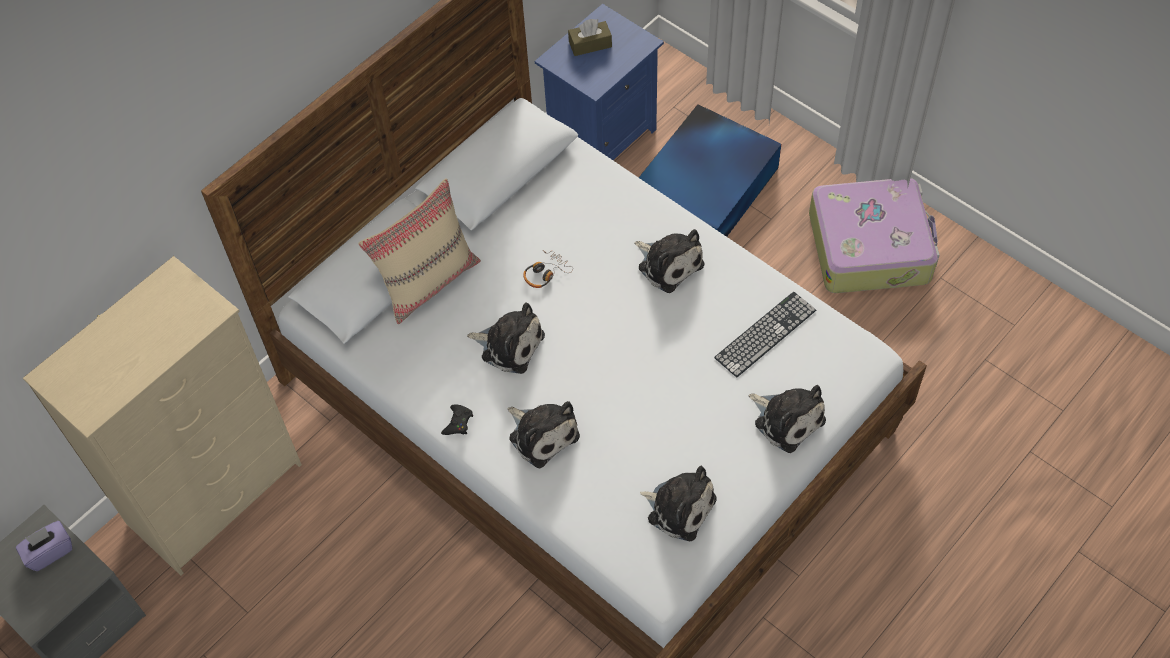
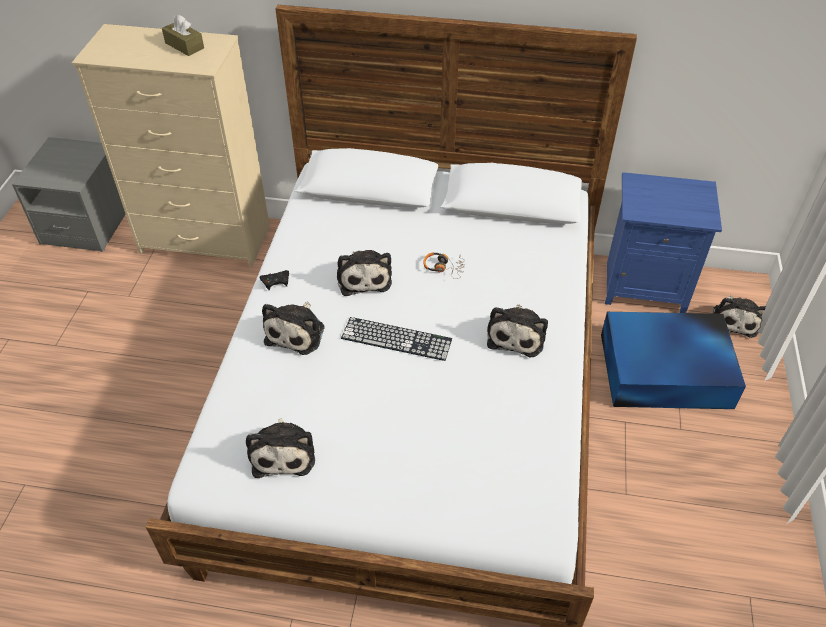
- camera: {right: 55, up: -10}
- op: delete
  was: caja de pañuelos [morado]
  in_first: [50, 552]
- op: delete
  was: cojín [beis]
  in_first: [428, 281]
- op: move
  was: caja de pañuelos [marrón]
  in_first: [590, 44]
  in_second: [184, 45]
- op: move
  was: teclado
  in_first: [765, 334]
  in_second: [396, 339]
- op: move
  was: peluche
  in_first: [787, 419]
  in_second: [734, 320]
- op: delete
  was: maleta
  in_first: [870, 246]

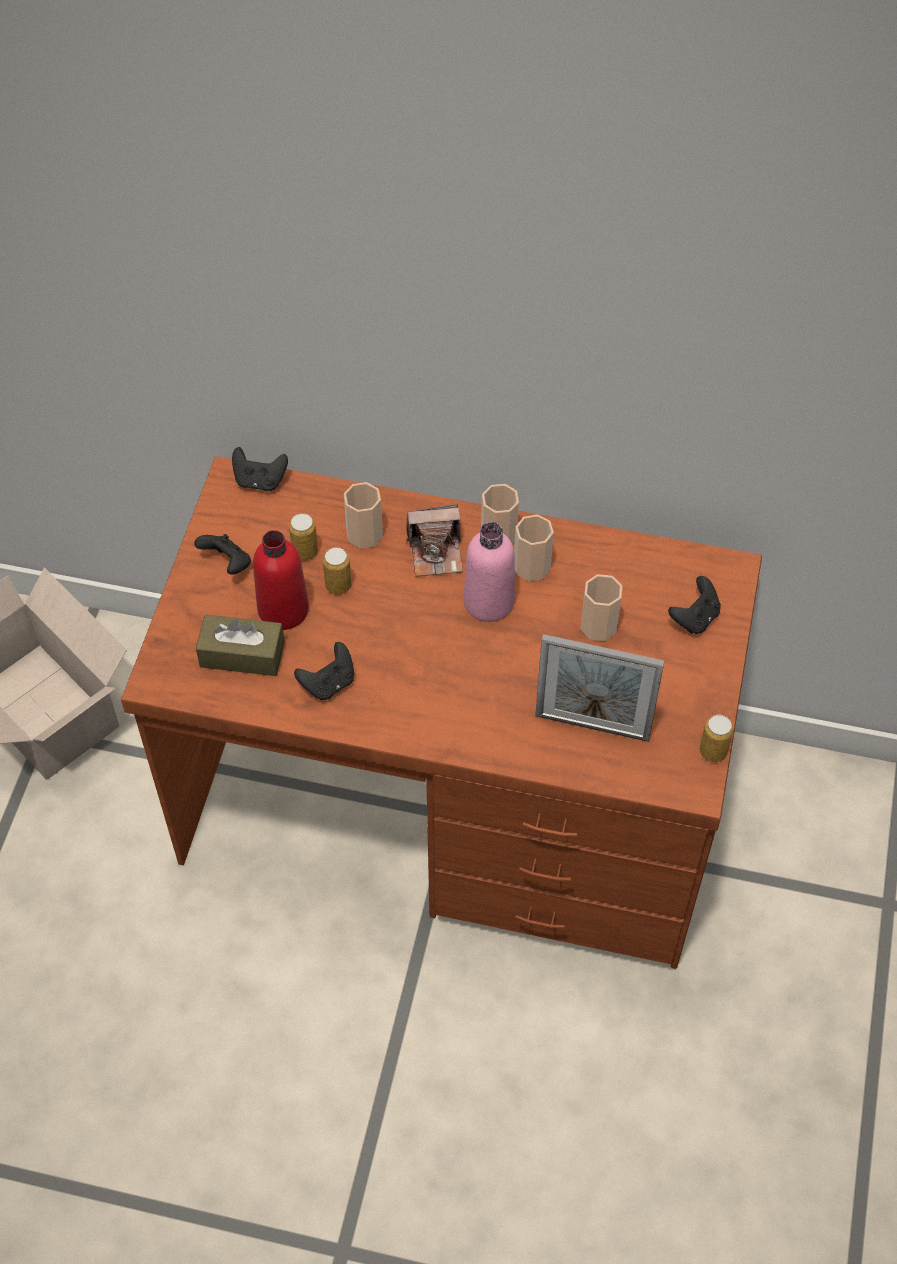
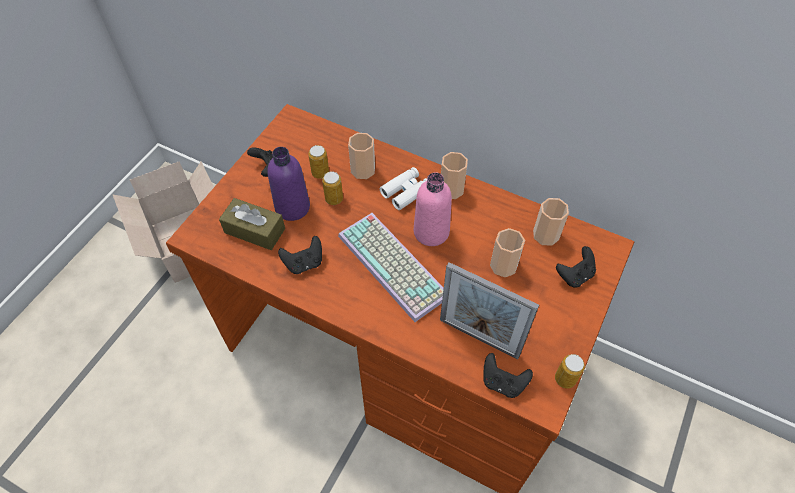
- camera: {right: 15, up: 0}
- op: move
  was: mando de consola [negro]
  in_first: [260, 481]
  in_second: [503, 382]
- op: recolor
  was: botella [rojo]
  now: botella [morado]
  in_first: [283, 610]
  in_second: [292, 207]
- op: replace
  was: cámara
  now: prismáticos [blanco]
  in_first: [436, 553]
  in_second: [406, 192]
- op: move
  was: taza
  in_first: [532, 566]
  in_second: [546, 235]
- op: insert
  now: teclado
  in_second: [395, 265]

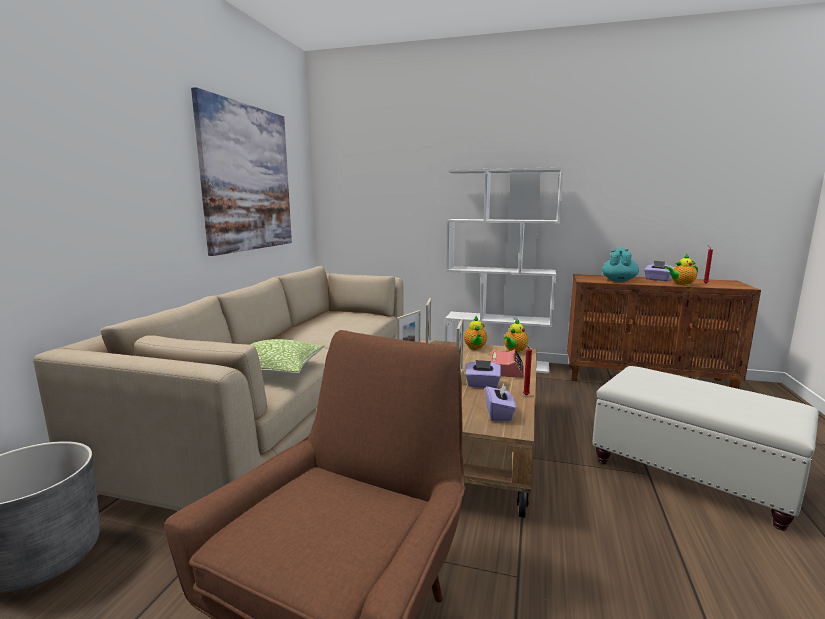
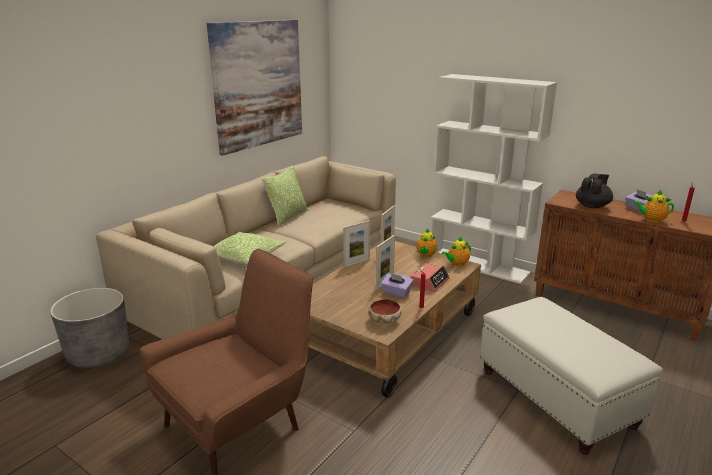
- camera: {right: 20, up: 10}
- op: replace
  was: caja de pañuelos [morado]
  now: cuenco
  in_first: [499, 414]
  in_second: [384, 320]
- op: recolor
  was: tetera [turquesa]
  now: tetera [negro]
  in_first: [618, 280]
  in_second: [592, 206]
- op: insert
  now: cojín
  in_second: [287, 217]

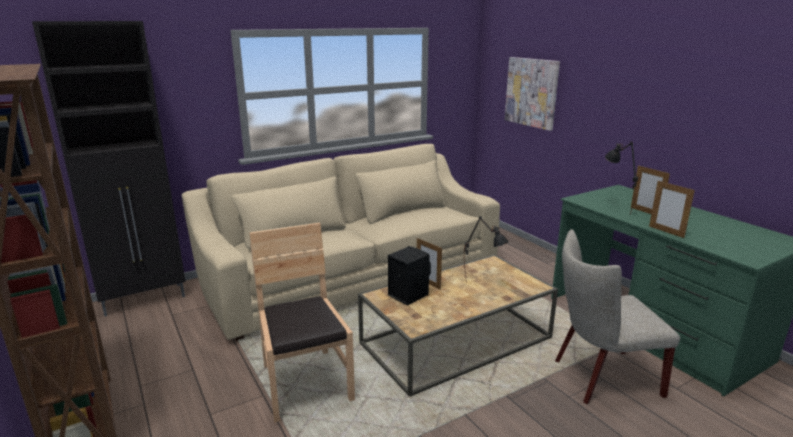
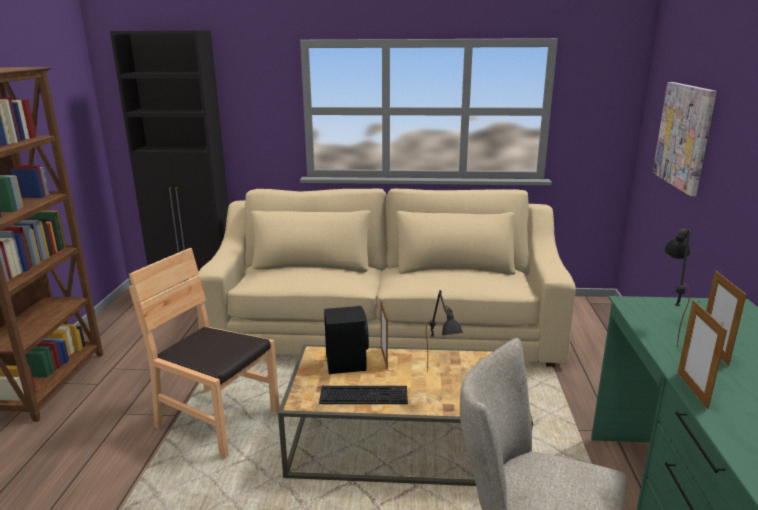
- camera: {right: 35, up: 0}
- op: rotate
  was: silla [marrón]
  in_first: [305, 383]
  in_second: [217, 420]
  clockwise: -75
- op: insert
  now: teclado
  in_second: [364, 395]

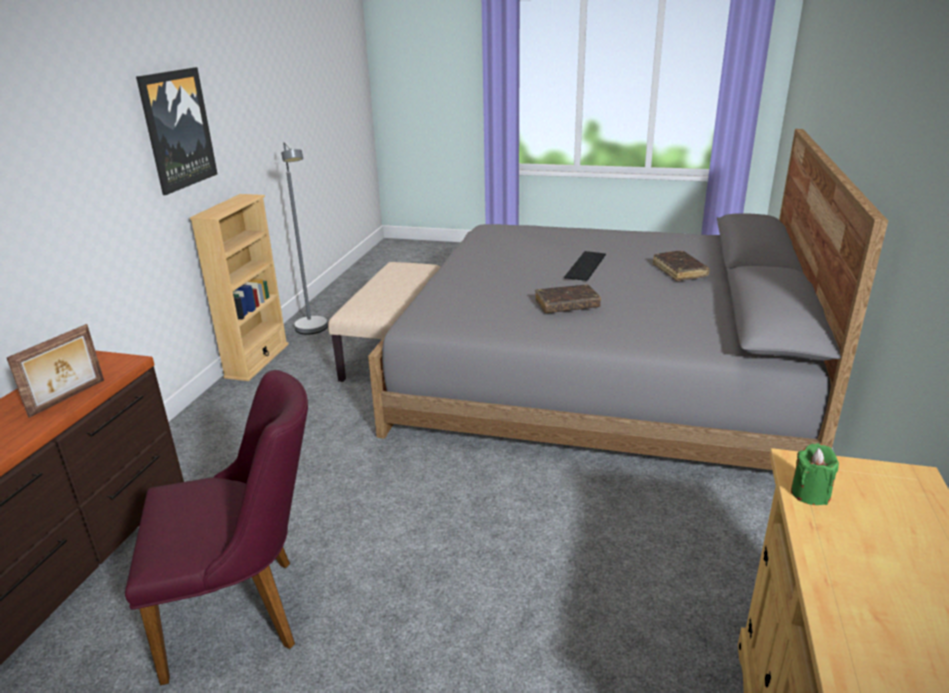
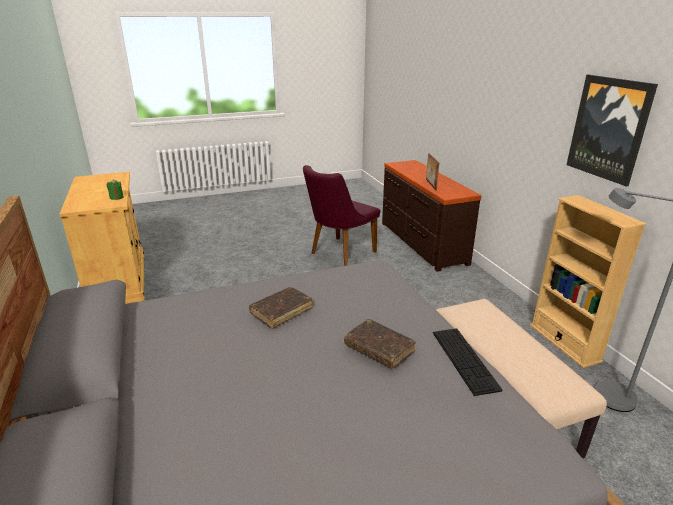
- camera: {right: 145, up: 0}
- op: move
  was: teclado
  in_first: [585, 266]
  in_second: [464, 359]
- op: move
  was: libro [marrón]
  in_first: [679, 271]
  in_second: [379, 349]

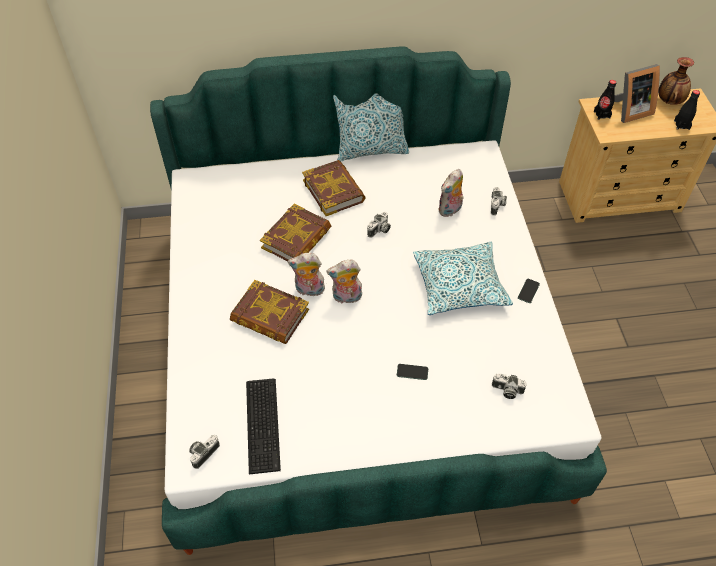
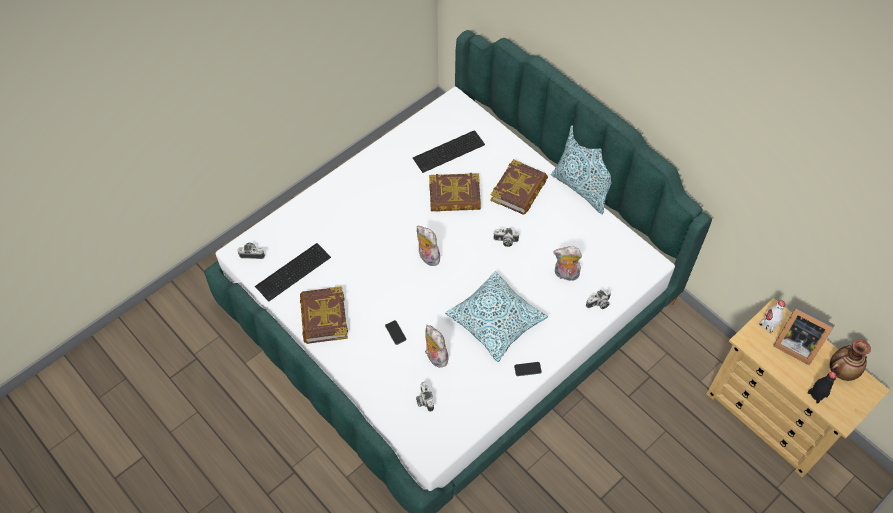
- camera: {right: 55, up: 5}
- op: move
  was: libro
  in_first: [270, 316]
  in_second: [323, 317]
- op: move
  was: peluche
  in_first: [309, 290]
  in_second: [435, 357]
- op: recolor
  was: botella [negro]
  now: botella [blanco]
  in_first: [602, 114]
  in_second: [769, 324]
- op: insert
  now: teclado
  in_second: [450, 152]

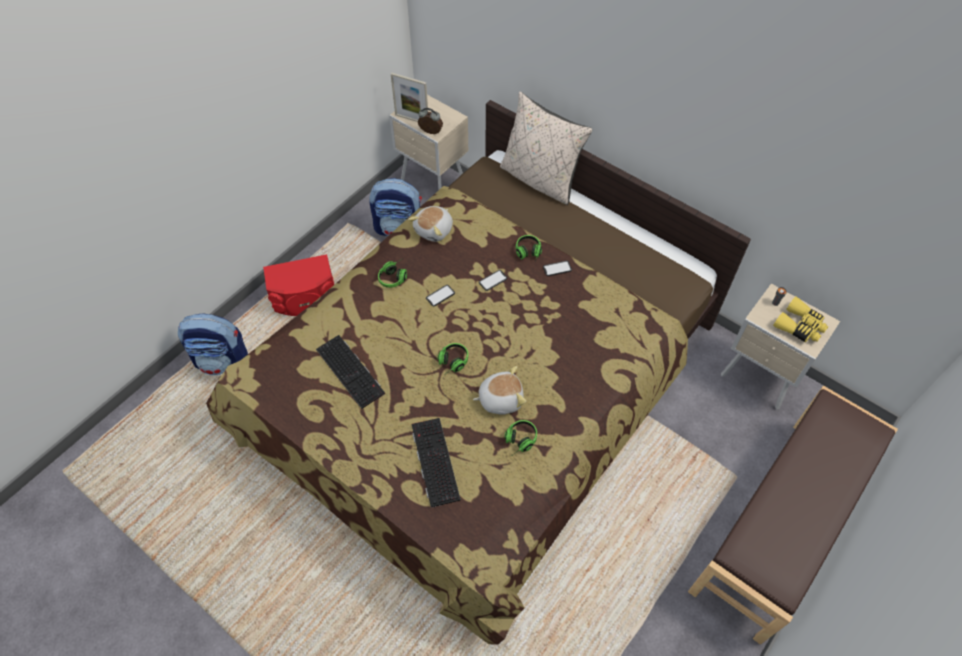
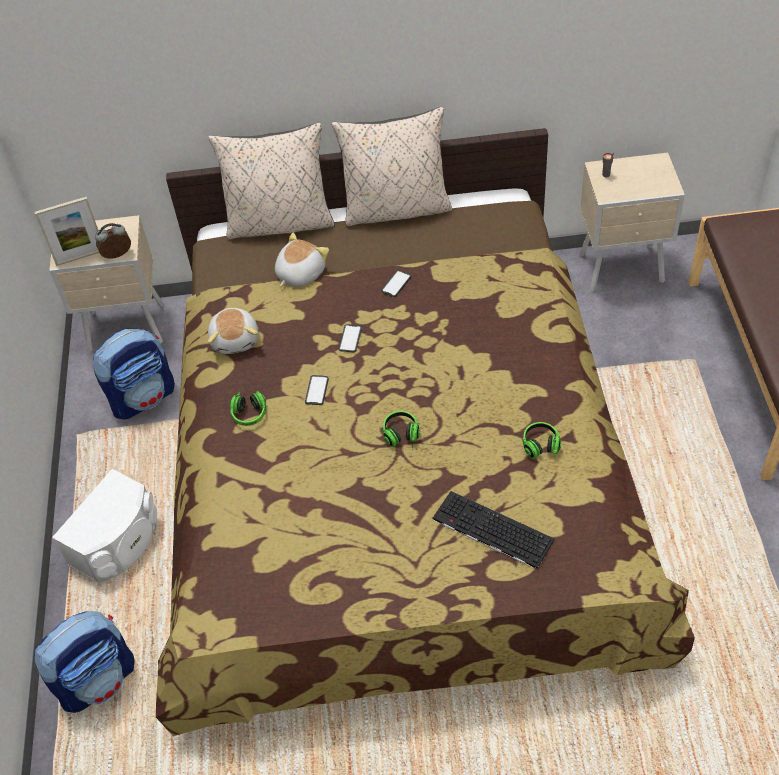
- camera: {right: -40, up: -5}
- op: recolor
  was: altavoz [rojo]
  now: altavoz [blanco]
  in_first: [305, 299]
  in_second: [119, 543]
- op: delete
  was: teclado
  in_first: [351, 371]
- op: move
  was: peluche
  in_first: [500, 398]
  in_second: [299, 273]
- op: delete
  was: auriculares
  in_first: [528, 254]
- op: delete
  was: prismáticos [amarillo]
  in_first: [799, 326]
- op: insert
  now: cojín [beis]
  in_second: [397, 209]

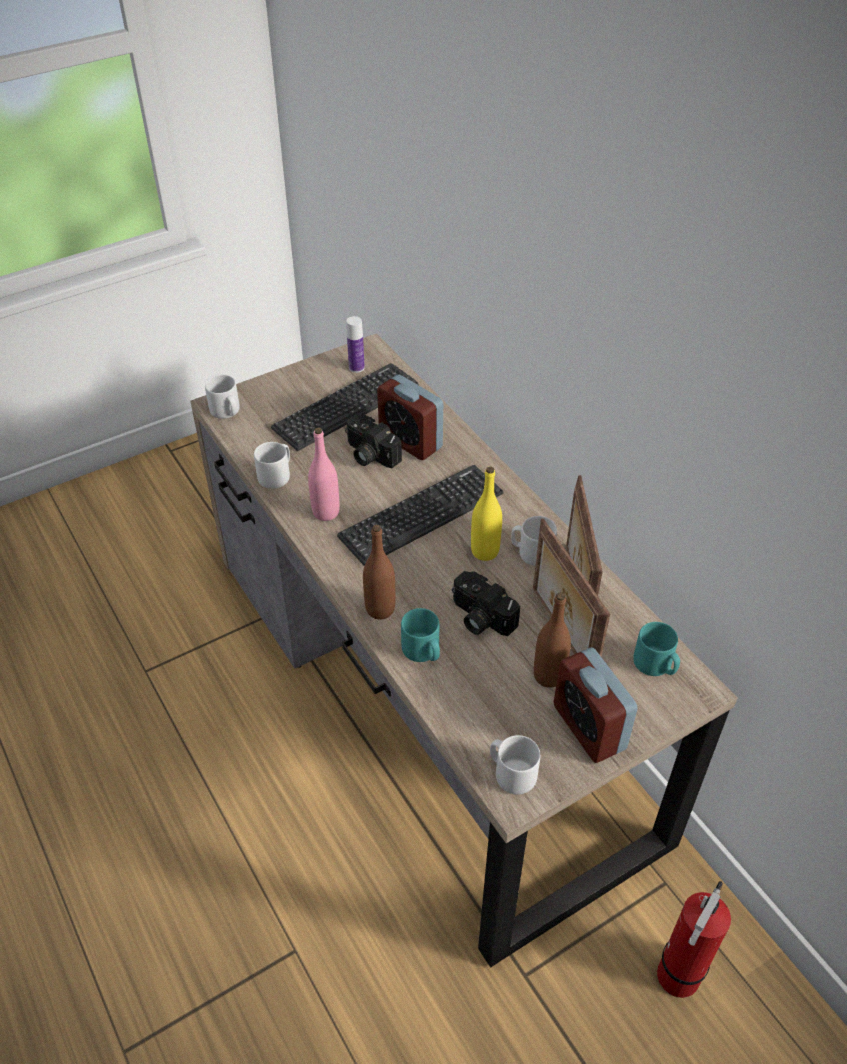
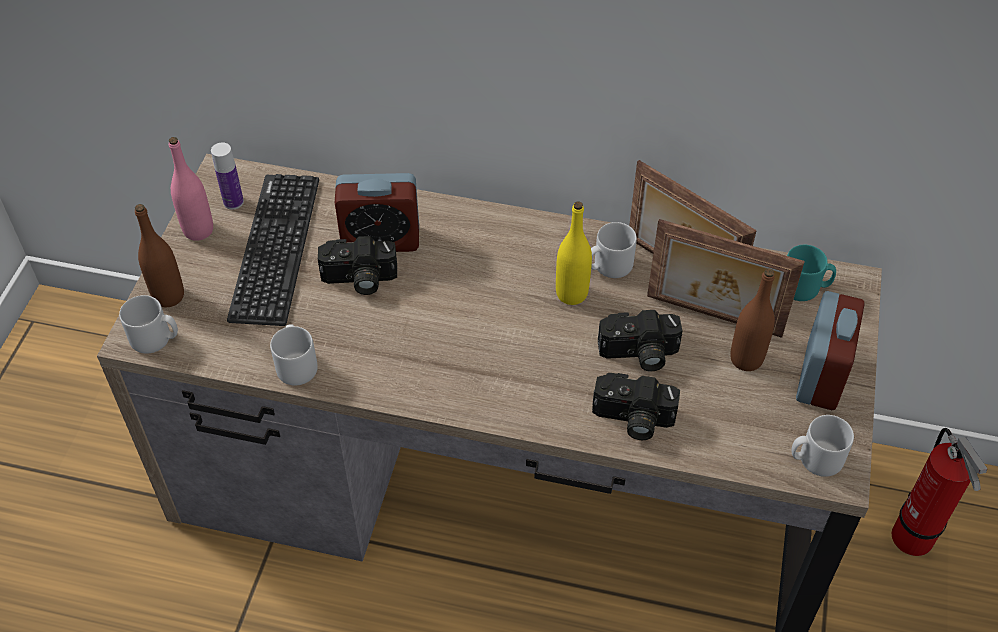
- camera: {right: -45, up: 5}
- op: move
  was: botella [rosa]
  in_first: [326, 512]
  in_second: [198, 230]
- op: delete
  was: teclado
  in_first: [421, 515]
- op: move
  was: botella [marrón]
  in_first: [380, 609]
  in_second: [168, 296]
- op: replace
  was: taza grande [turquesa]
  now: cámara
  in_first: [423, 651]
  in_second: [632, 419]
- op: rotate
  was: despertador
  in_first: [589, 727]
  in_second: [821, 376]
  clockwise: -90

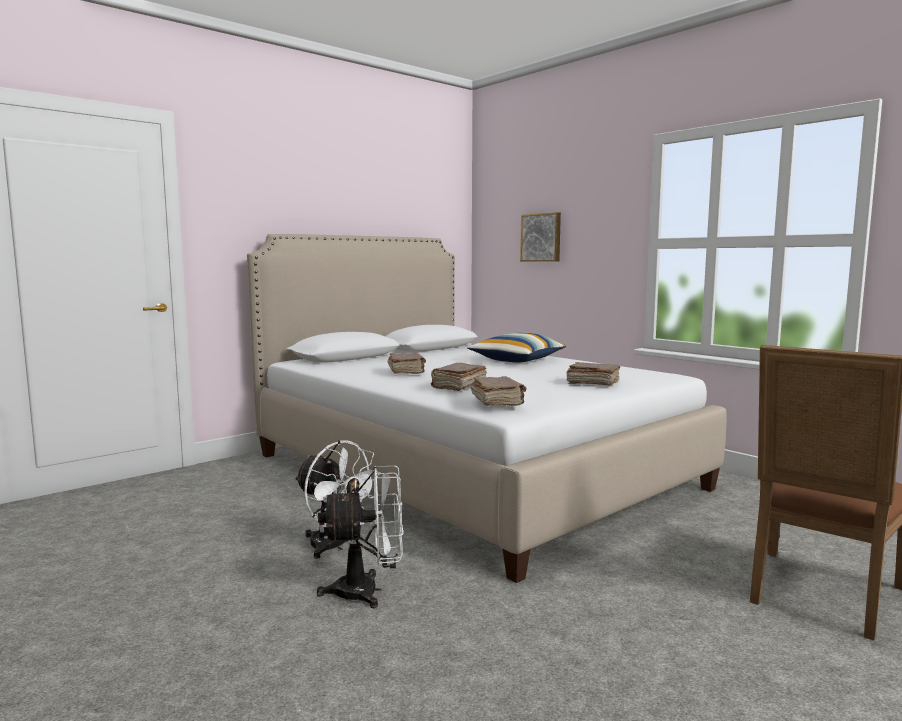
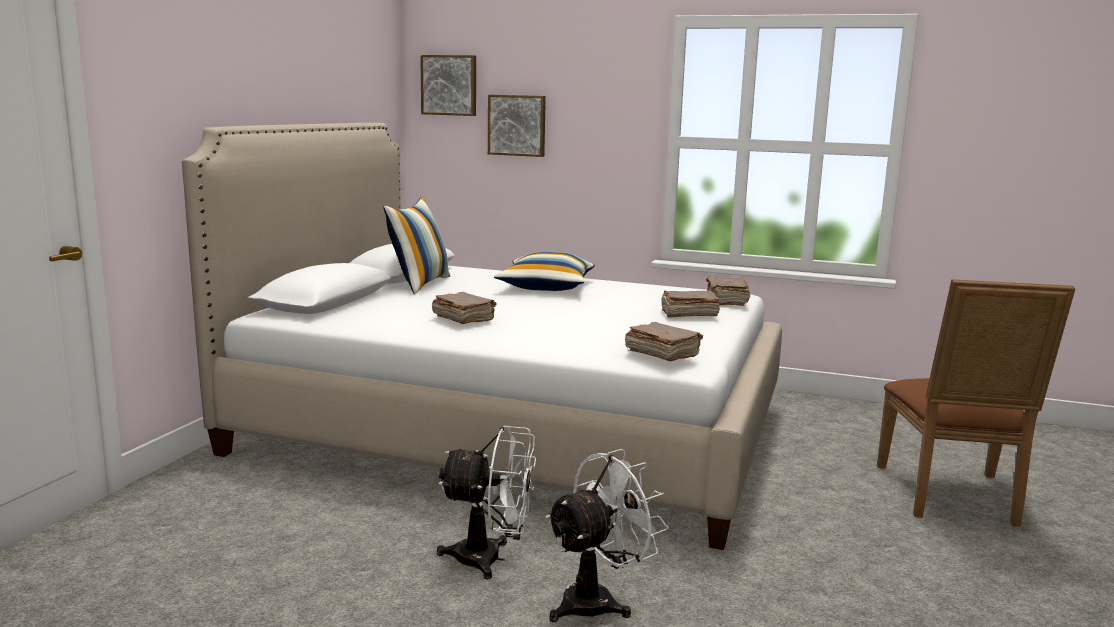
- camera: {right: -30, up: 5}
- op: move
  was: libro [marrón]
  in_first: [458, 386]
  in_second: [726, 300]
- op: insert
  now: cojín
  in_second: [419, 284]
- op: insert
  now: cuadro
  in_second: [449, 85]

